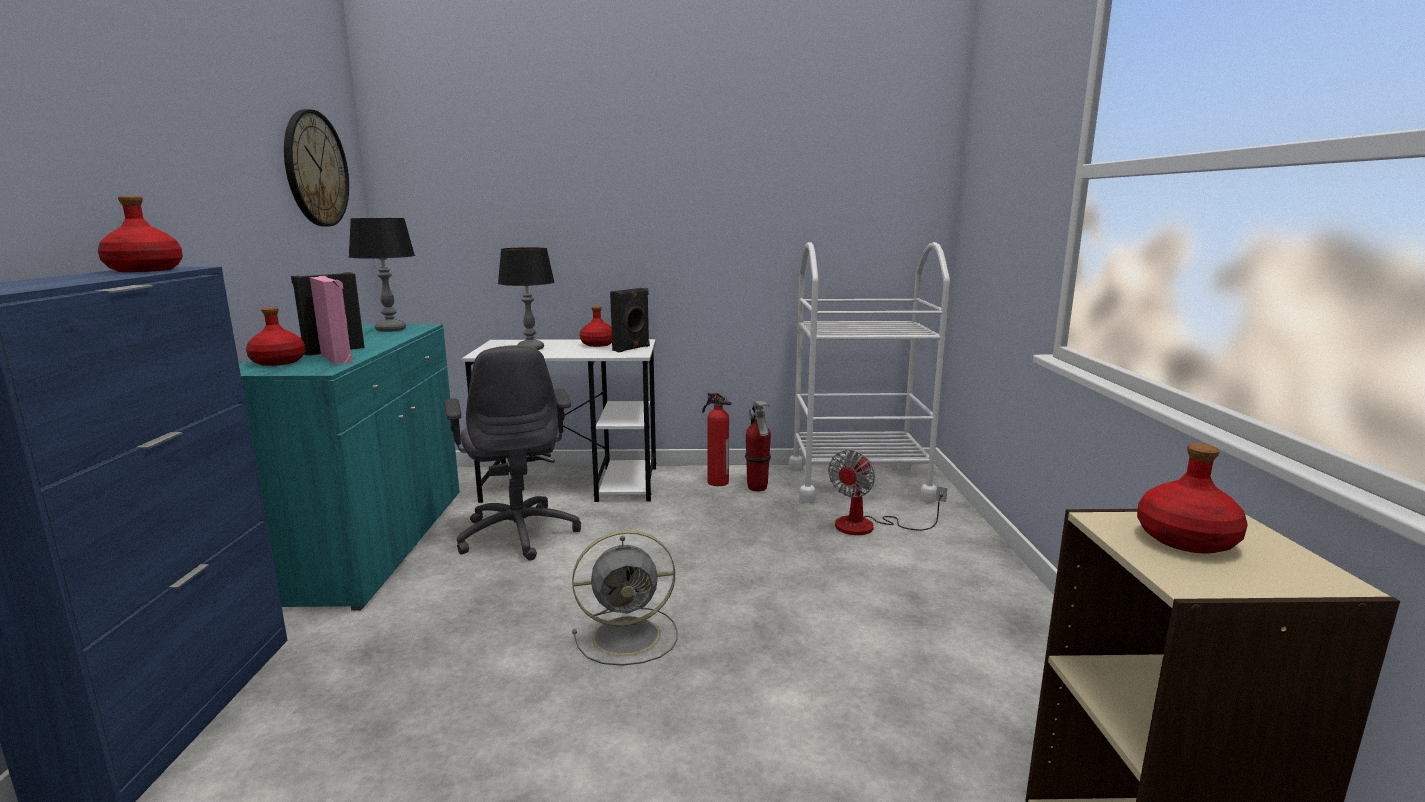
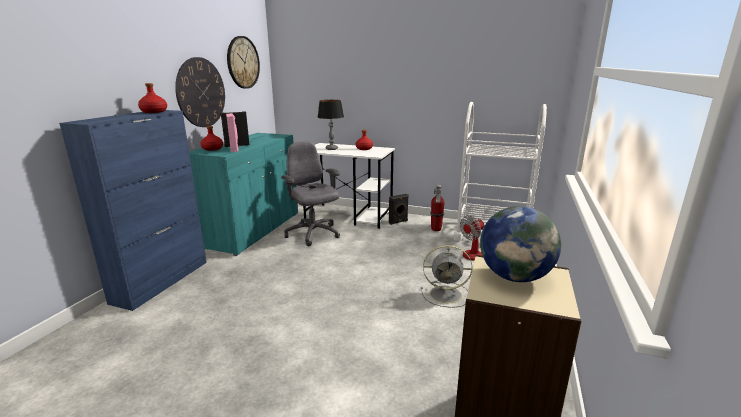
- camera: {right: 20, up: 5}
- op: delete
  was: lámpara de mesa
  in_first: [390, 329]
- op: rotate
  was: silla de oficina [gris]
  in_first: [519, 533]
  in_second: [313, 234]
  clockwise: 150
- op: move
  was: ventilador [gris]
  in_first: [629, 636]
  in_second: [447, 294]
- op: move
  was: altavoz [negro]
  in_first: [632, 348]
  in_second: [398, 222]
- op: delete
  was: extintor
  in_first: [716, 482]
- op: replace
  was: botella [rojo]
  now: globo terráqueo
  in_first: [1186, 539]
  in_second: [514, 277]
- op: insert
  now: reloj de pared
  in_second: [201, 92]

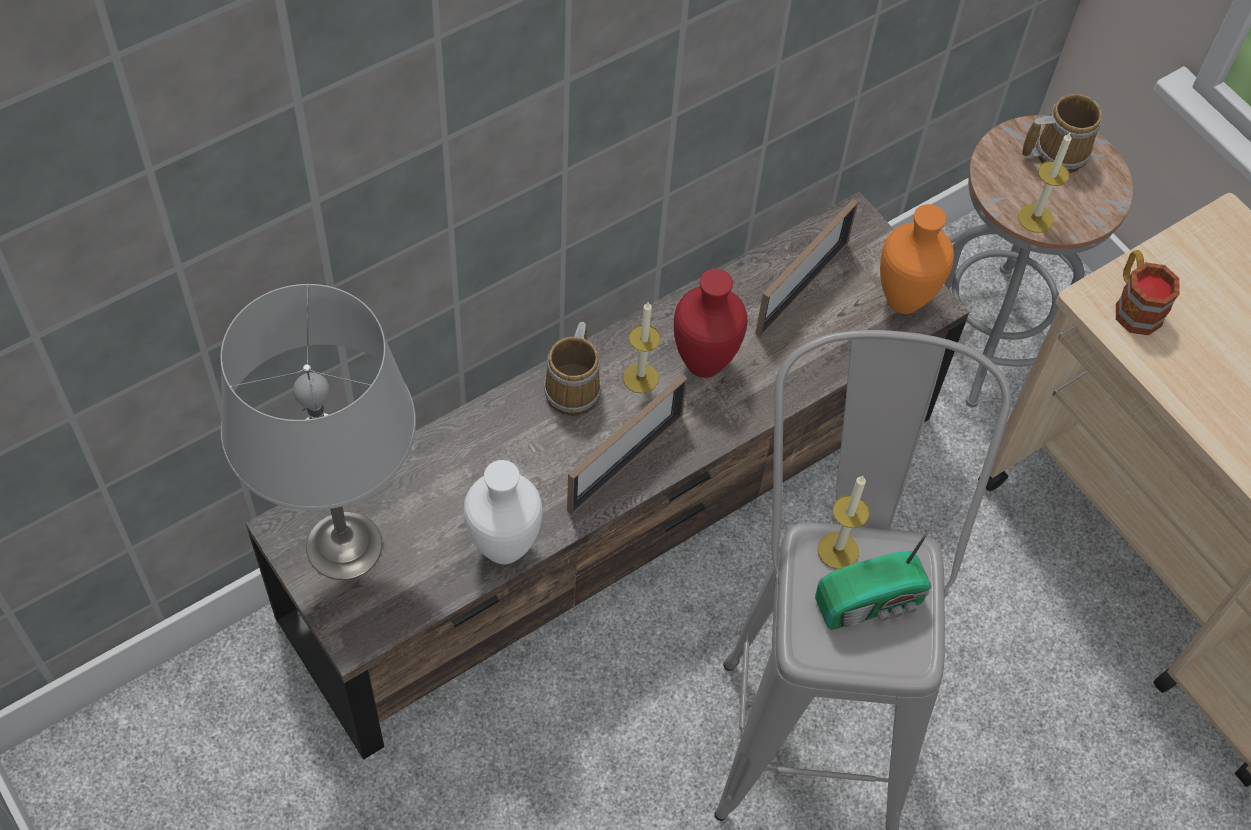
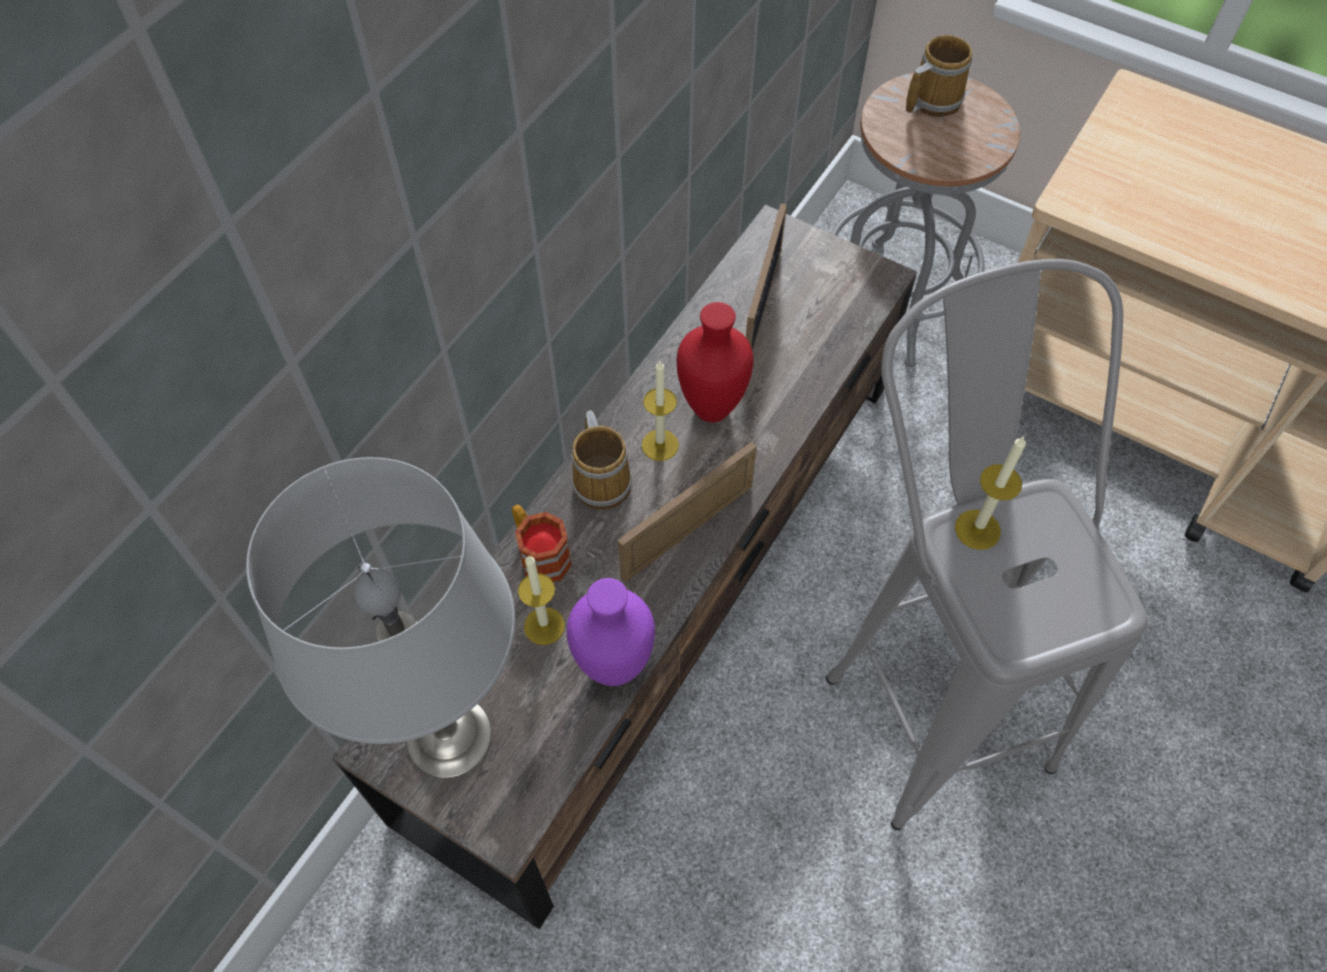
- camera: {right: -20, up: 0}
- op: recolor
  was: florero [blanco]
  now: florero [morado]
  in_first: [502, 548]
  in_second: [611, 668]
- op: rotate
  was: portarretratos
  in_first: [625, 462]
  in_second: [687, 531]
  clockwise: -150
- op: delete
  was: radio
  in_first: [873, 602]
- op: delete
  was: florero [naranja]
  in_first: [905, 301]
- op: move
  was: vela
  in_first: [1035, 218]
  in_second: [544, 626]
- op: move
  was: taza grande
  in_first: [1134, 305]
  in_second: [539, 553]

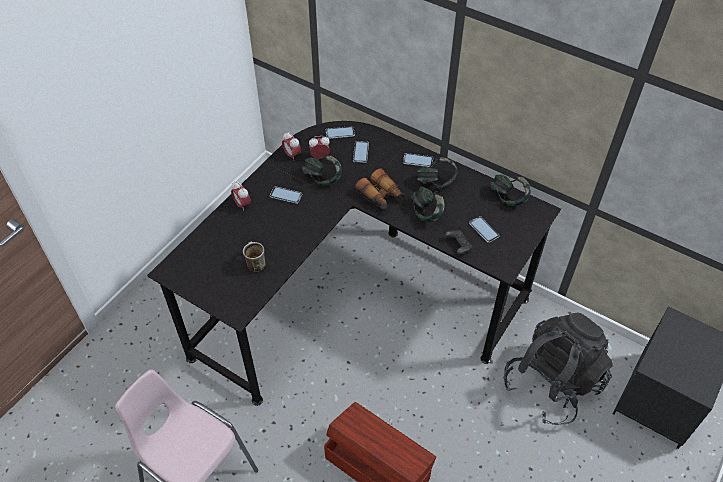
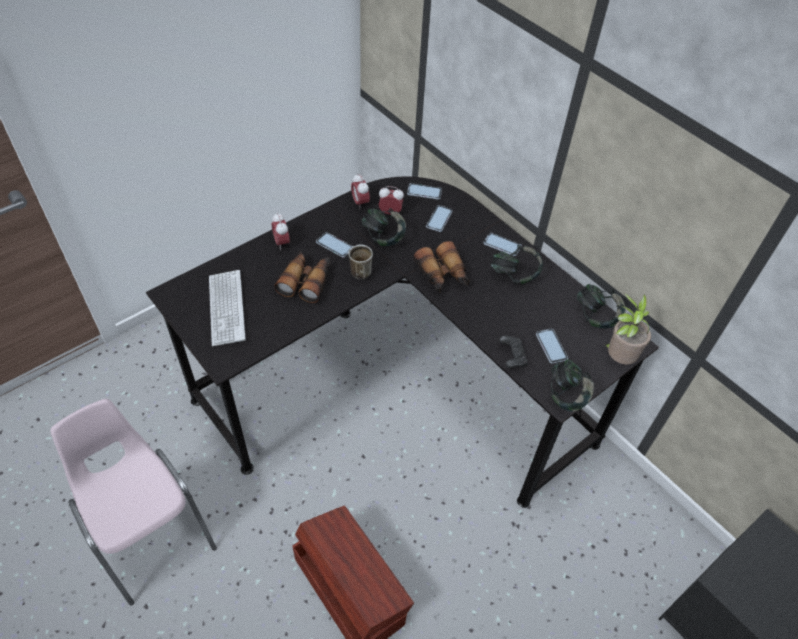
- camera: {right: 15, up: 0}
- op: move
  was: taza grande
  in_first: [254, 263]
  in_second: [359, 270]
- op: move
  was: auriculares
  in_first: [426, 213]
  in_second: [566, 395]
- op: delete
  was: mochila [negro]
  in_first: [552, 383]
- op: insert
  now: teclado
  in_second: [226, 308]
- op: insert
  now: prismáticos
  in_second: [306, 281]
- op: insert
  now: planta en maceta
  in_second: [618, 358]

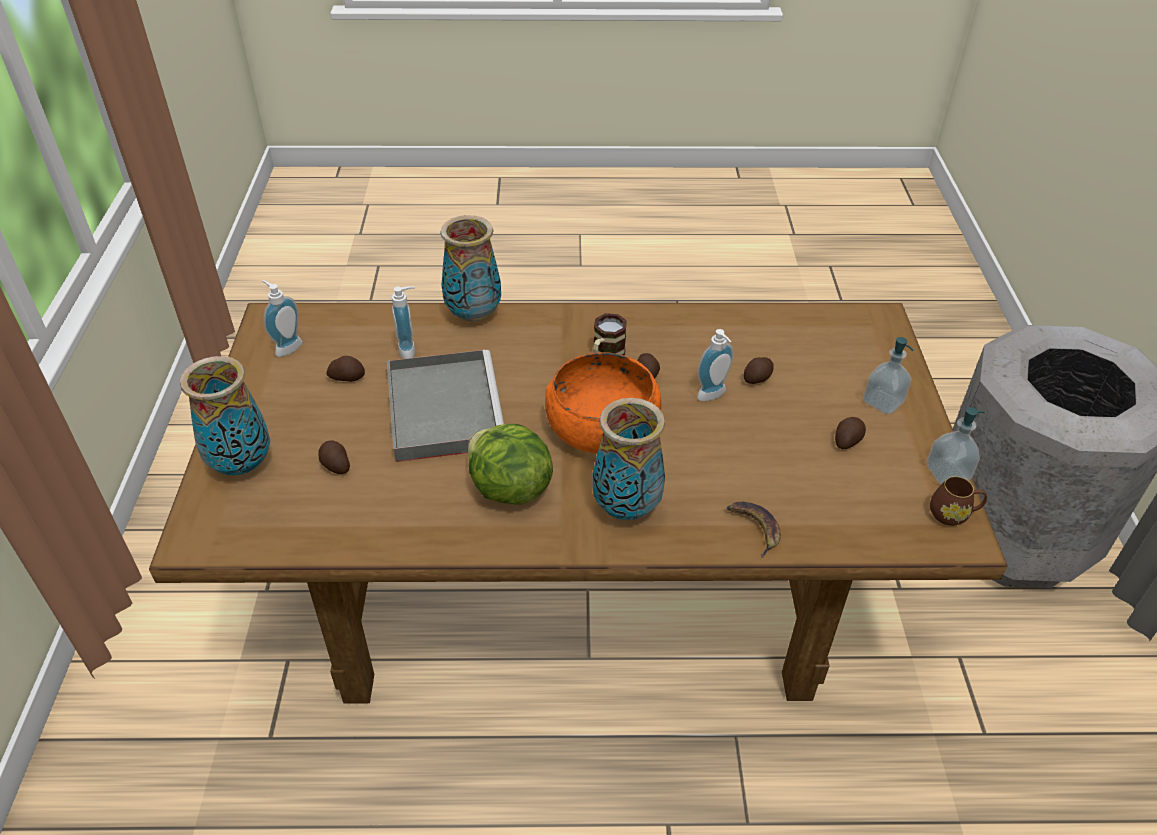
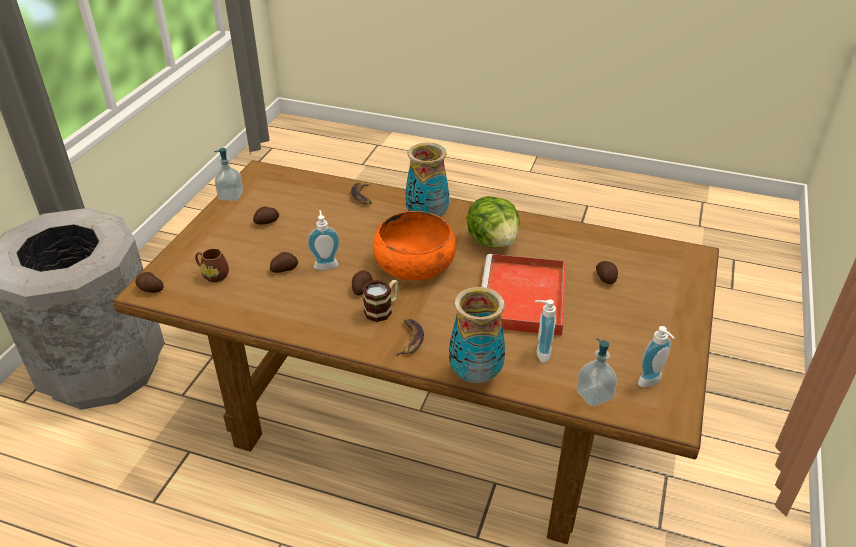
- camera: {right: -160, up: -5}
- op: delete
  was: florero
  in_first: [242, 464]
- op: move
  was: patata
  in_first: [347, 377]
  in_second: [150, 289]
- op: recolor
  was: bandeja [gris]
  now: bandeja [rojo]
  in_first: [442, 407]
  in_second: [523, 299]
- op: move
  was: dispensador de jabón
  in_first: [882, 402]
  in_second: [594, 395]
- op: move
  was: taza grande [marrón]
  in_first: [953, 514]
  in_second: [213, 275]
- op: insert
  now: plátano
  in_second: [409, 339]

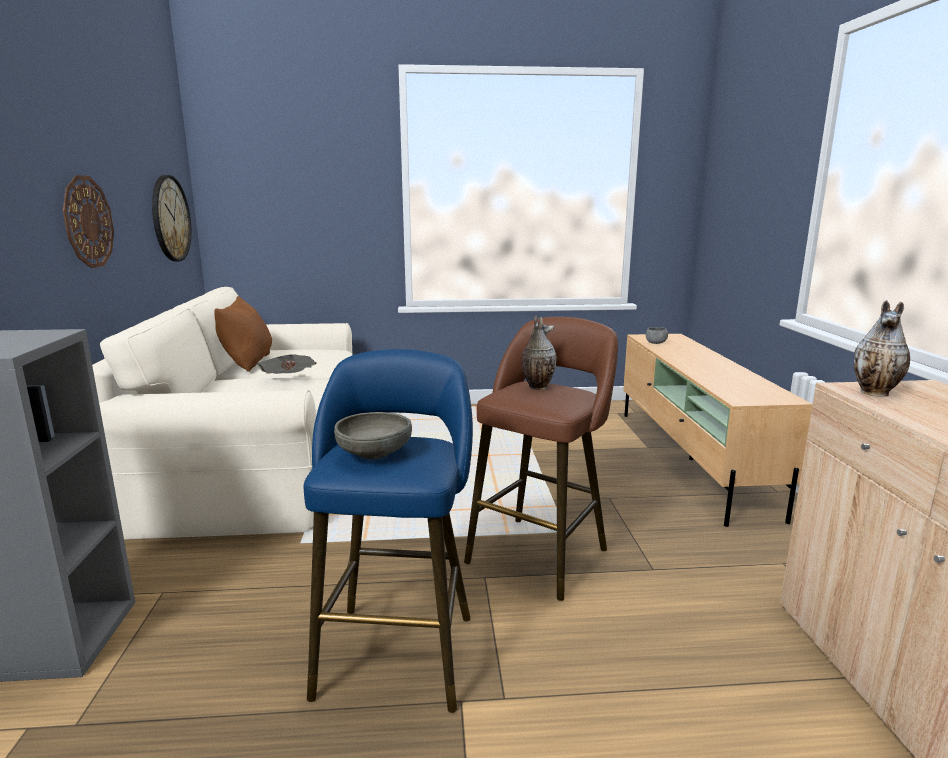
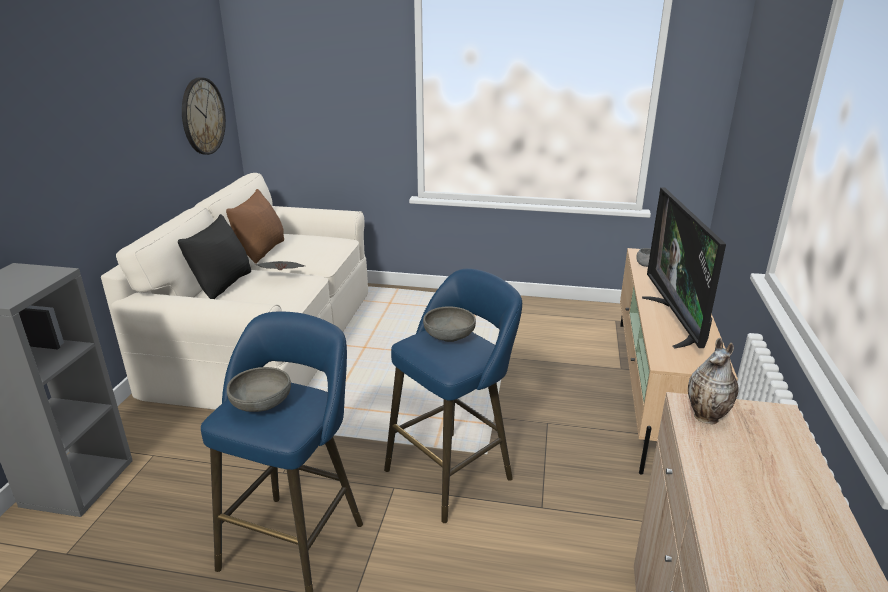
- camera: {right: 15, up: 10}
- op: delete
  was: reloj de pared
  in_first: [88, 222]
- op: recolor
  was: taburete [marrón]
  now: taburete [azul]
  in_first: [541, 552]
  in_second: [453, 471]
- op: replace
  was: florero
  now: cuenco [gris]
  in_first: [536, 387]
  in_second: [449, 336]
- op: insert
  now: cojín [negro]
  in_second: [223, 284]
- op: insert
  now: televisor
  in_second: [676, 321]

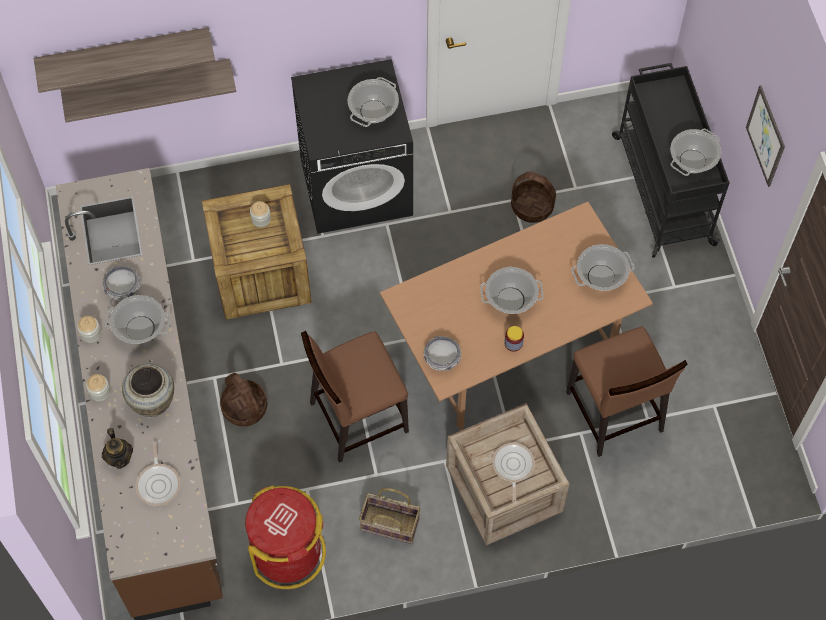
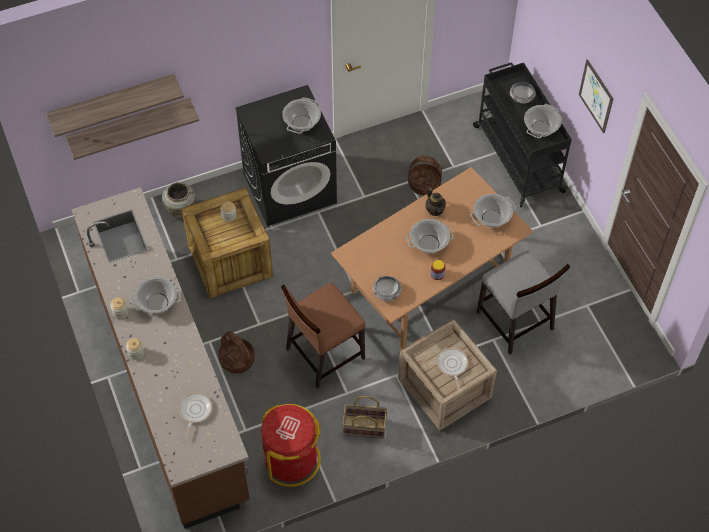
- camera: {right: -10, up: -5}
- op: move
  was: cuenco
  in_first: [123, 287]
  in_second: [522, 97]
- op: move
  was: tetera
  in_first: [120, 458]
  in_second: [435, 210]
- op: move
  was: florero [beis]
  in_first: [153, 401]
  in_second: [181, 210]
- op: rotate
  was: sartén
  in_first: [158, 483]
  in_second: [194, 411]
  clockwise: -150
- op: recolor
  was: silla [marrón]
  now: silla [gris]
  in_first: [614, 413]
  in_second: [515, 321]

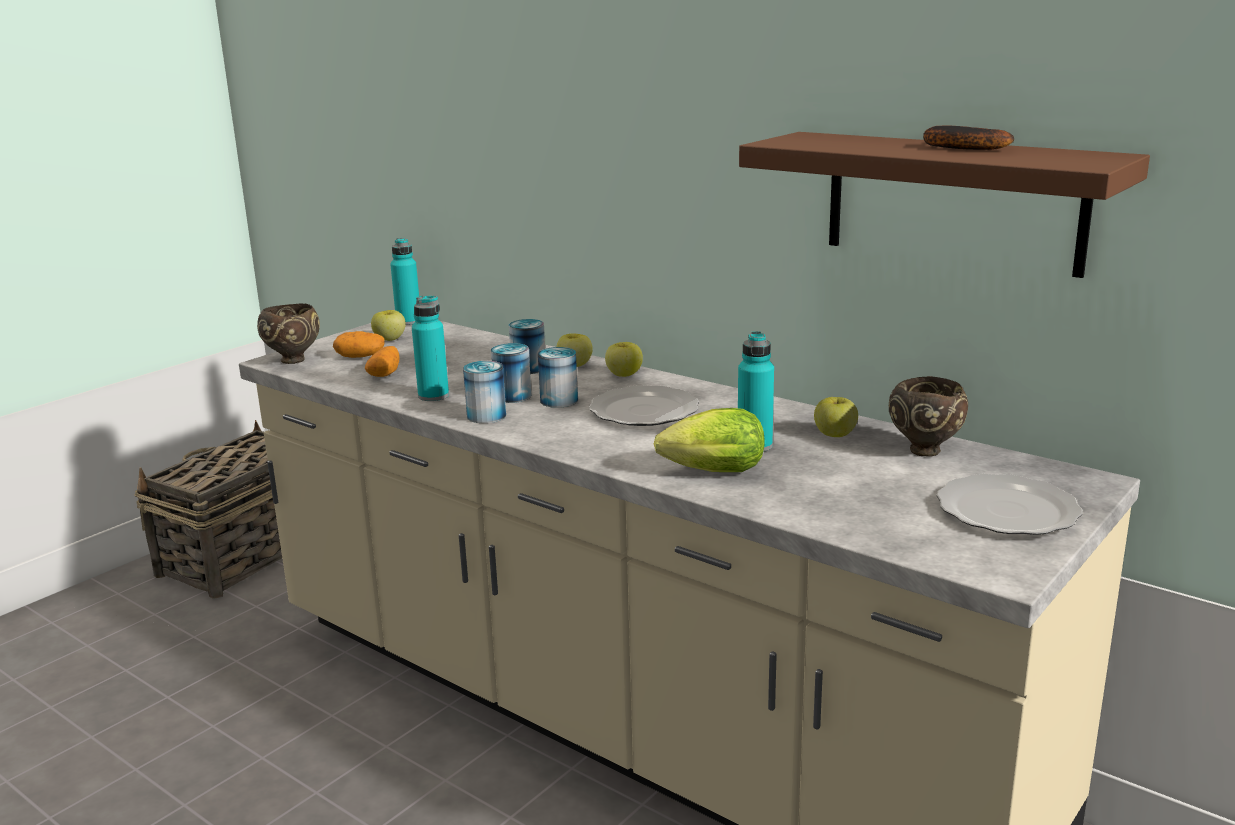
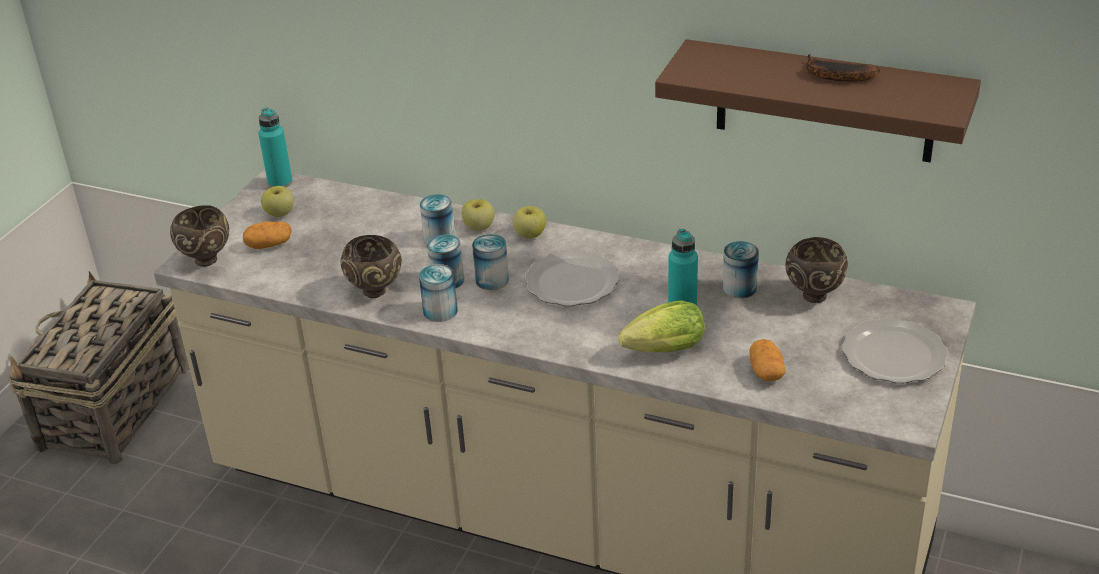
- camera: {right: -15, up: 15}
- op: move
  was: patata
  in_first: [384, 374]
  in_second: [766, 371]
- op: replace
  was: botella [turquesa]
  now: cuenco [marrón]
  in_first: [433, 396]
  in_second: [376, 291]
- op: replace
  was: manzana
  now: lata
  in_first: [835, 435]
  in_second: [739, 288]

